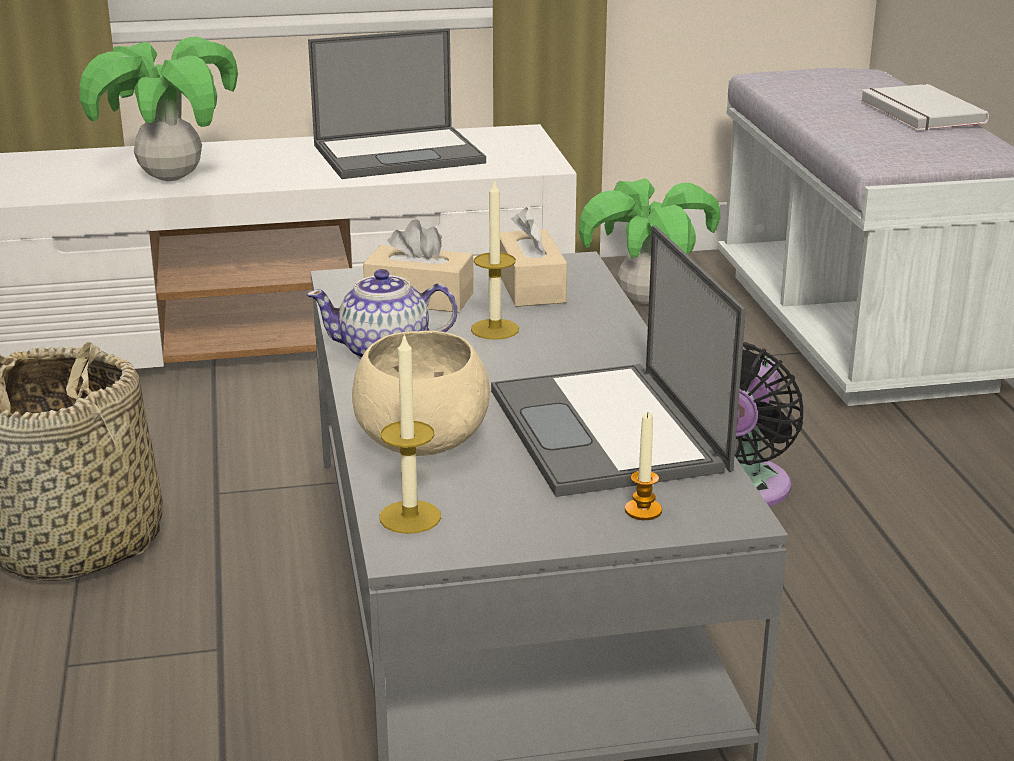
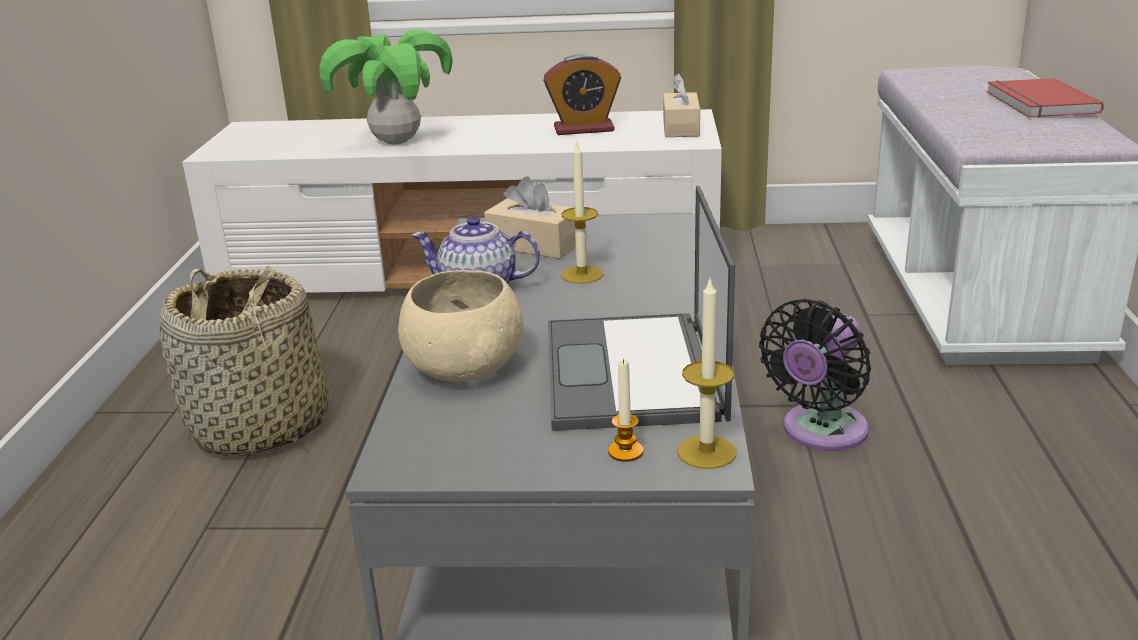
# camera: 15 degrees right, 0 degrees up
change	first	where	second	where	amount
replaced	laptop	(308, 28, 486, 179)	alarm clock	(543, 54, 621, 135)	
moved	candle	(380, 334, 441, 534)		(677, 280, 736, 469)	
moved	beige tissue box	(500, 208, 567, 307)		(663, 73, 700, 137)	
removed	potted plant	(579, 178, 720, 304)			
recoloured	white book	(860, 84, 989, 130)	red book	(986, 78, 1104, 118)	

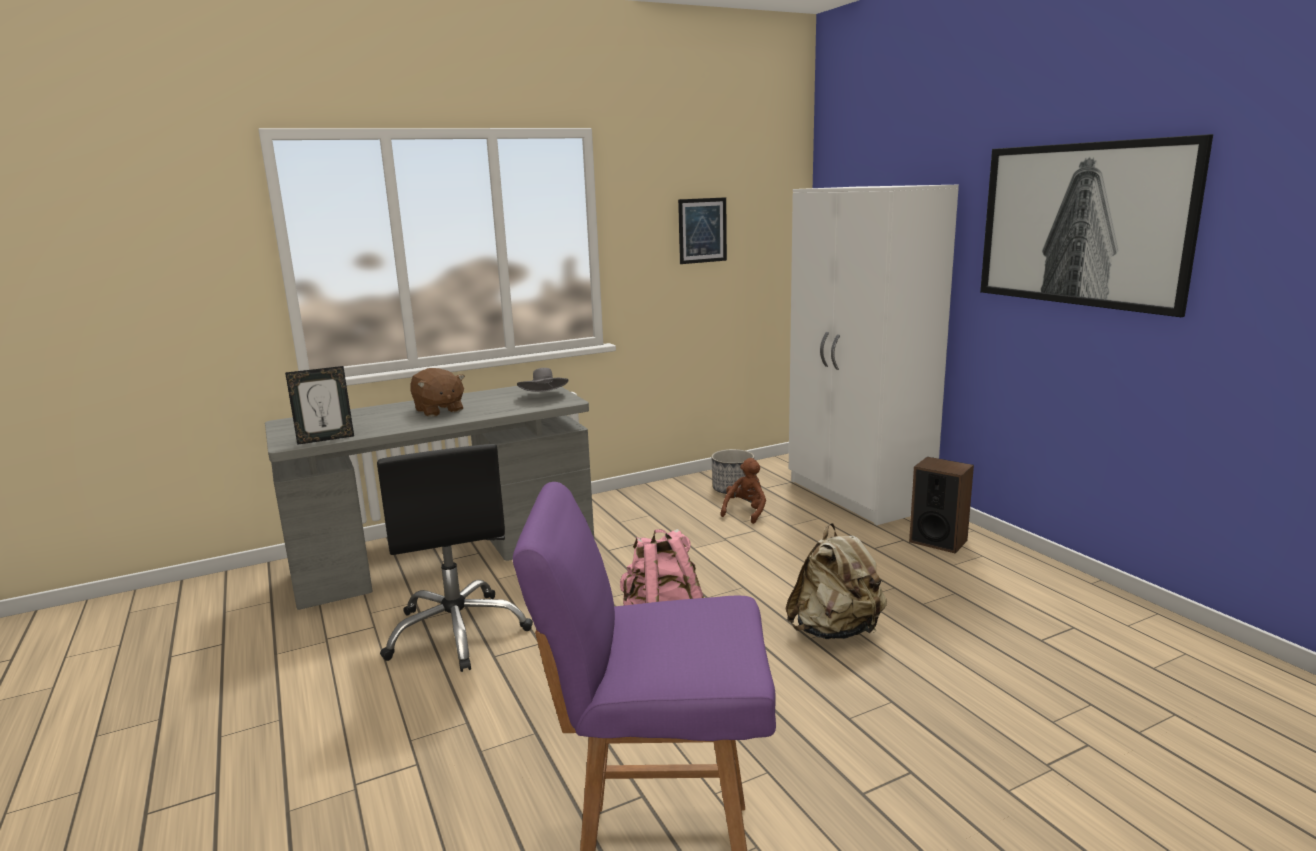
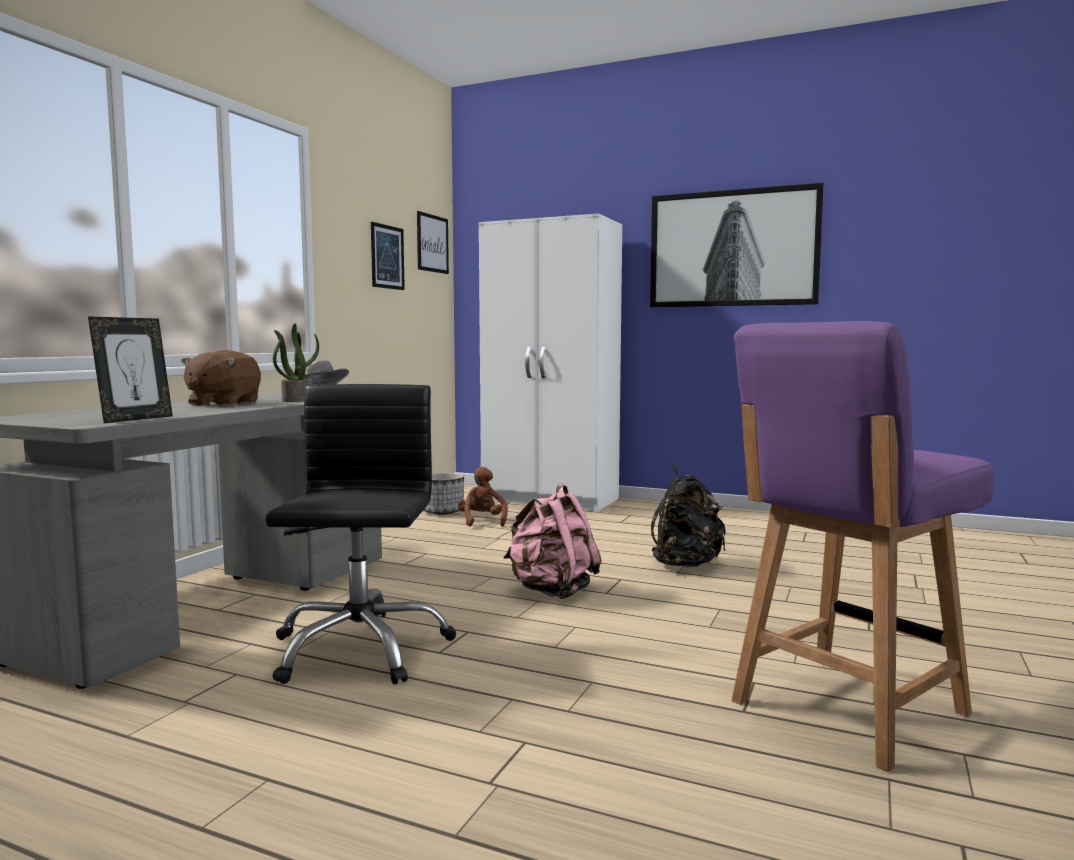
# camera: 40 degrees left, 10 degrees down
change	first	where	second	where	amount
turned	black office chair	(377, 444, 533, 672)		(265, 384, 456, 685)	120 degrees counterclockwise
turned	brown plush toy	(410, 368, 465, 417)		(181, 350, 261, 406)	90 degrees clockwise
recoloured	beige backpack	(786, 523, 887, 639)	black backpack	(651, 465, 726, 568)	
removed	speaker	(909, 457, 974, 554)			
added			potted plant	(273, 324, 319, 402)	
added			picture	(417, 211, 449, 274)	

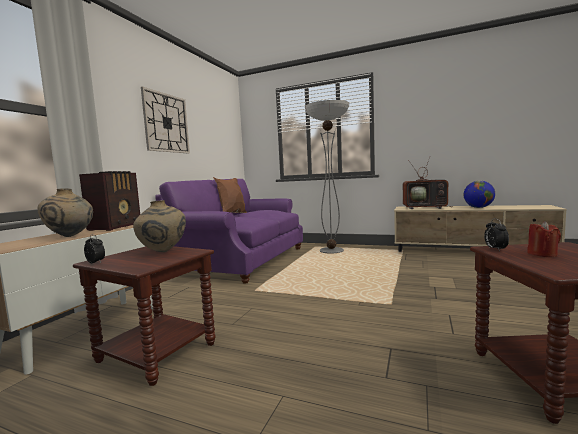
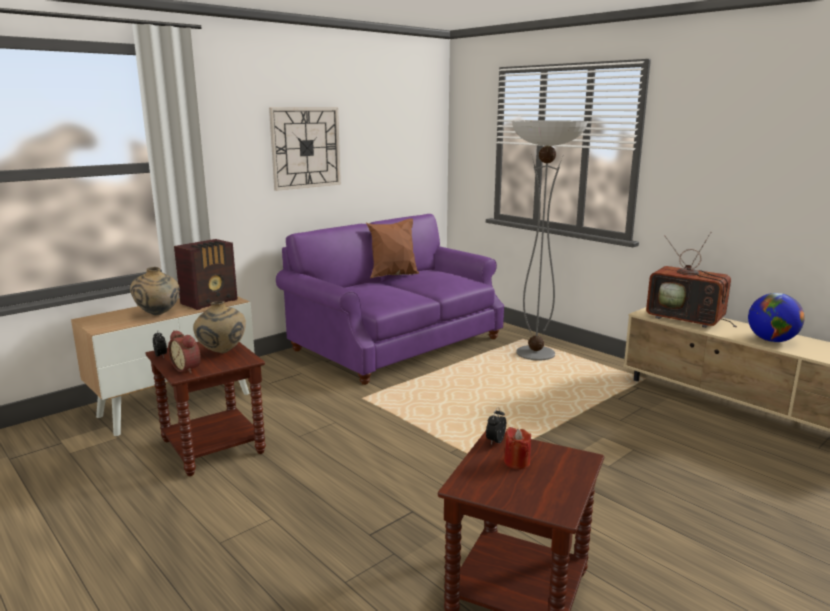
# camera: 25 degrees right, 10 degrees up
change	first	where	second	where	amount
added			alarm clock	(168, 330, 201, 373)	

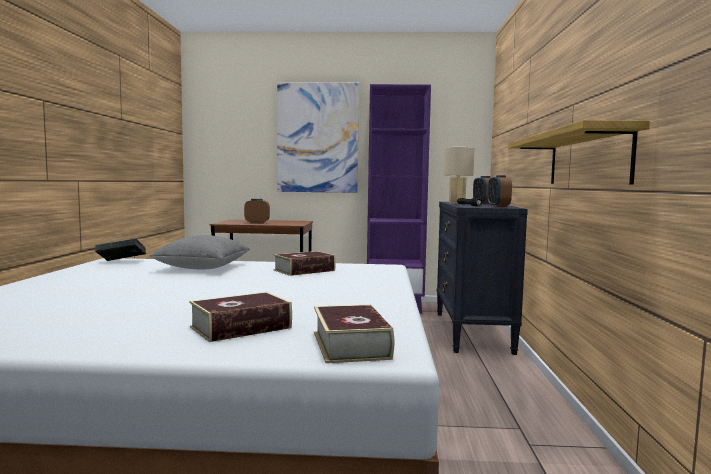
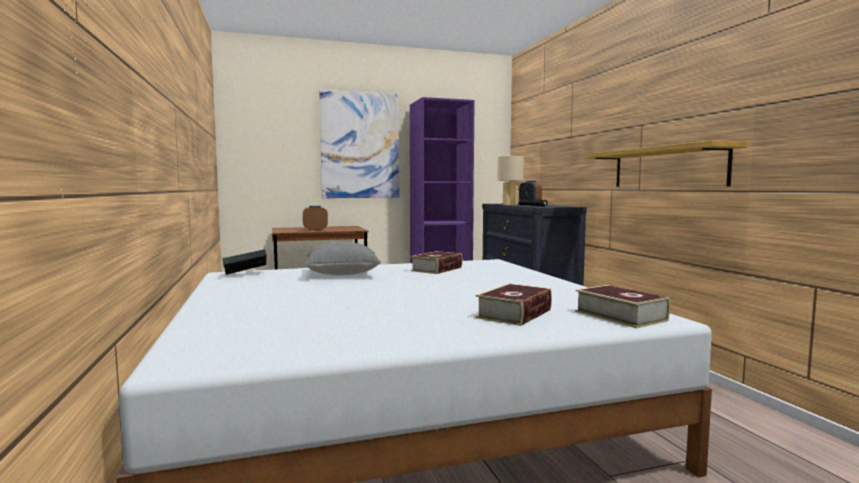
# camera: 20 degrees left, 0 degrees up
change	first	where	second	where	amount
removed	alarm clock	(488, 175, 512, 207)			

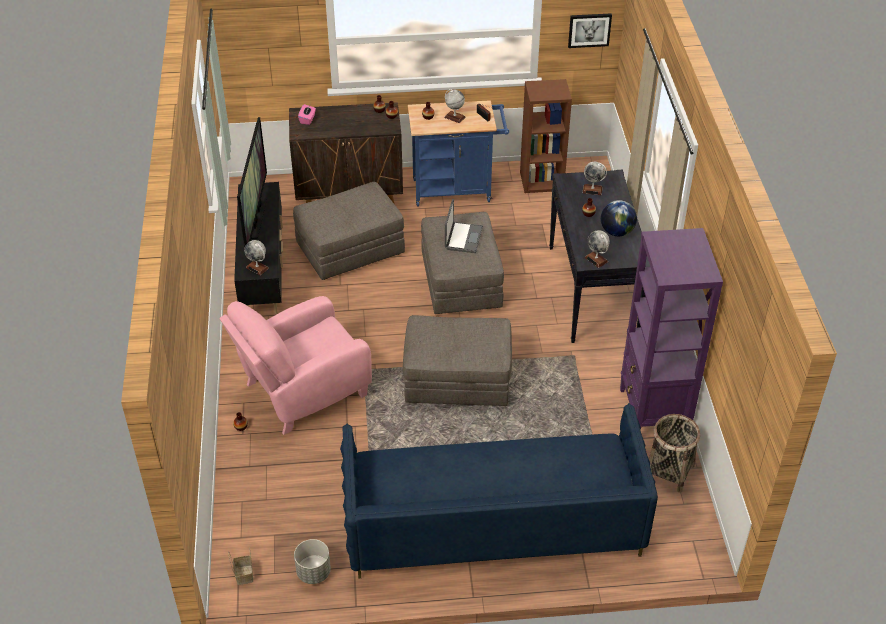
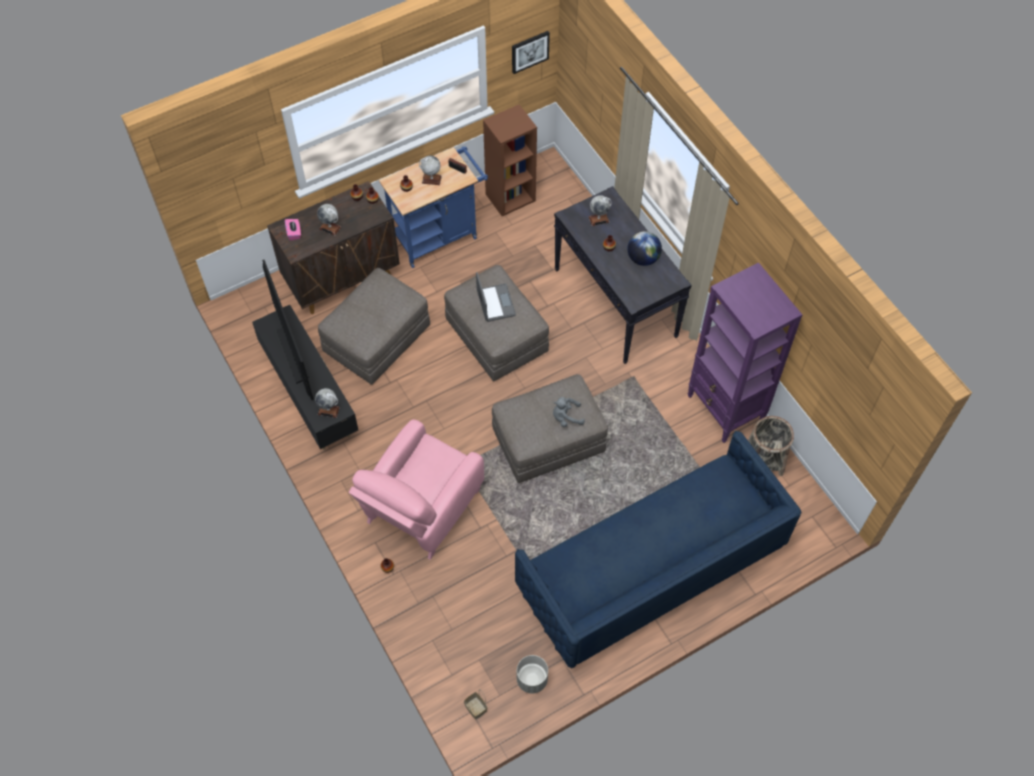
# camera: 25 degrees left, 15 degrees up
change	first	where	second	where	amount
moved	globe	(584, 230, 610, 268)		(317, 204, 341, 236)	
added			grey plush toy	(553, 397, 585, 427)	

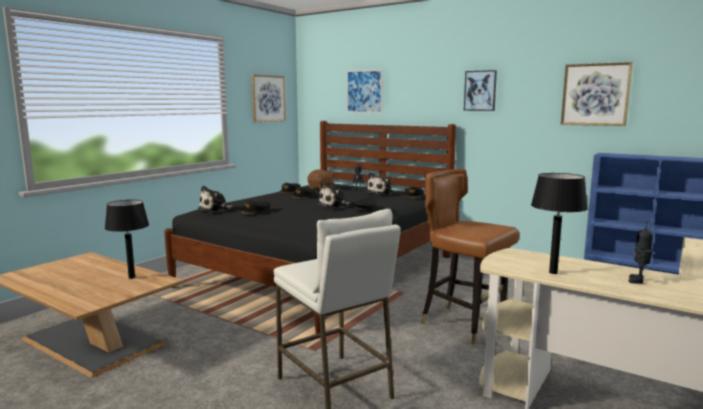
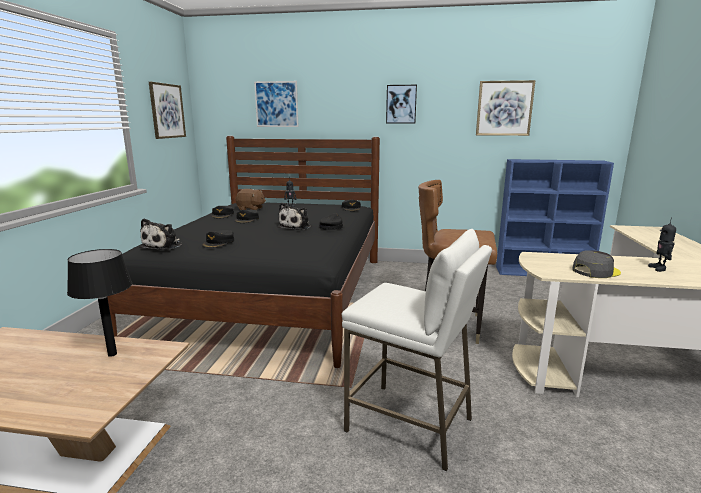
# camera: 25 degrees left, 5 degrees up
change	first	where	second	where	amount
removed	plush toy	(366, 173, 394, 195)			
replaced	black table lamp	(531, 173, 588, 274)	grey cap	(572, 250, 621, 278)	

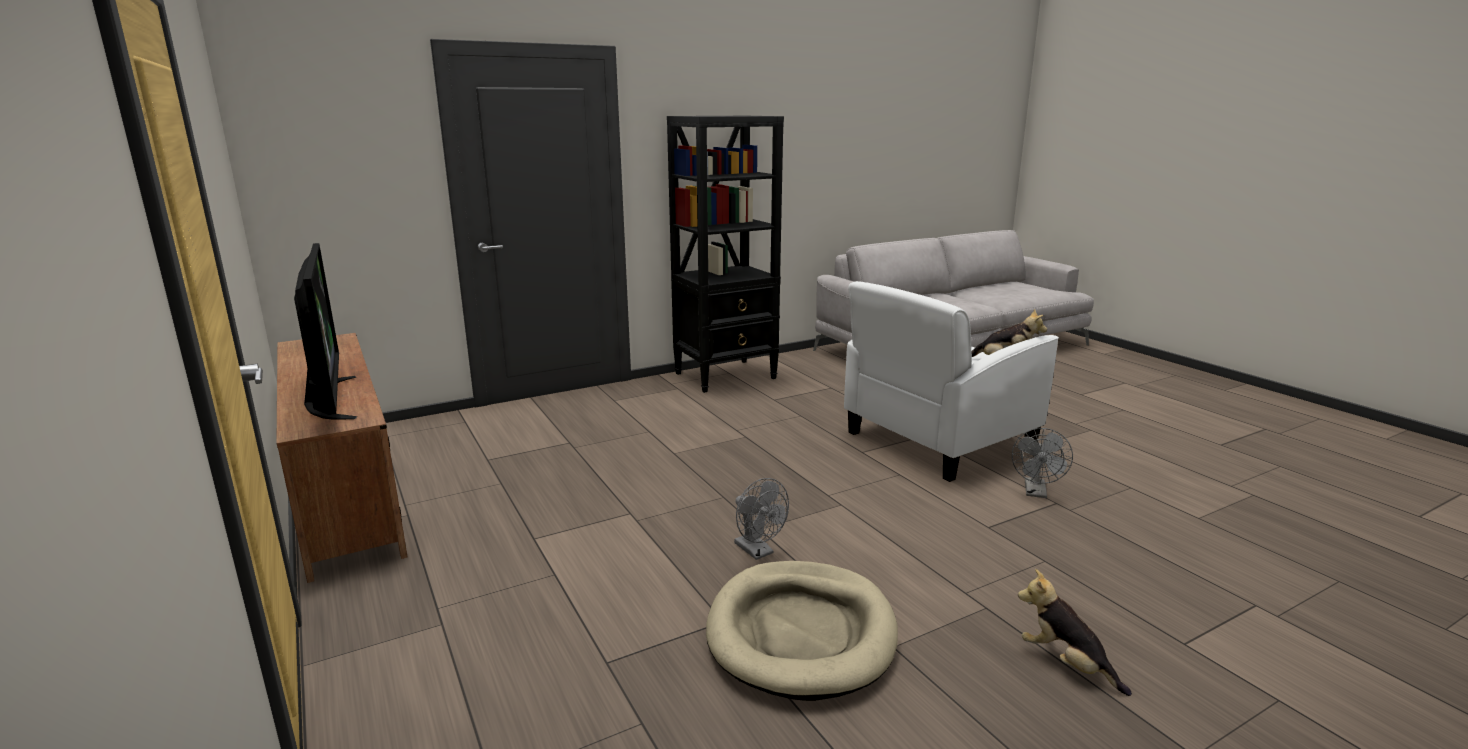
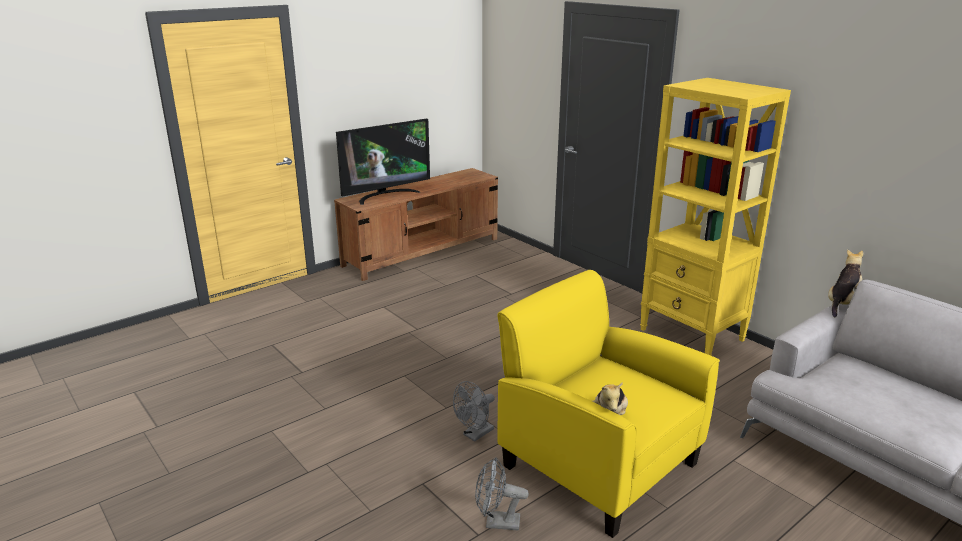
# camera: 80 degrees right, 5 degrees up
change	first	where	second	where	amount
recoloured	black bookcase	(667, 116, 784, 393)	yellow bookcase	(640, 78, 791, 356)	
removed	beige dog bed	(706, 561, 898, 701)			
moved	grey fan	(734, 478, 789, 560)		(453, 381, 495, 442)	
recoloured	white armchair	(844, 281, 1059, 482)	yellow armchair	(497, 270, 720, 538)	
moved	plush toy	(1018, 569, 1132, 696)		(828, 249, 863, 318)	

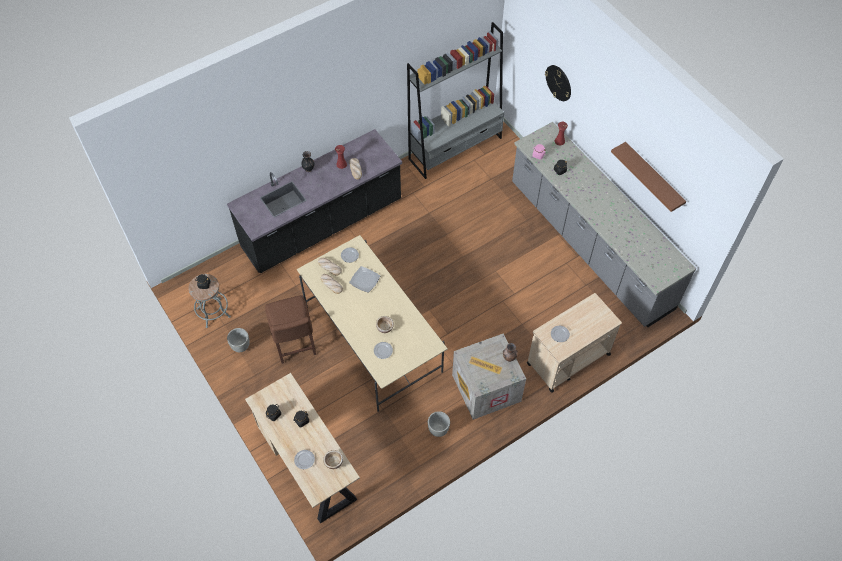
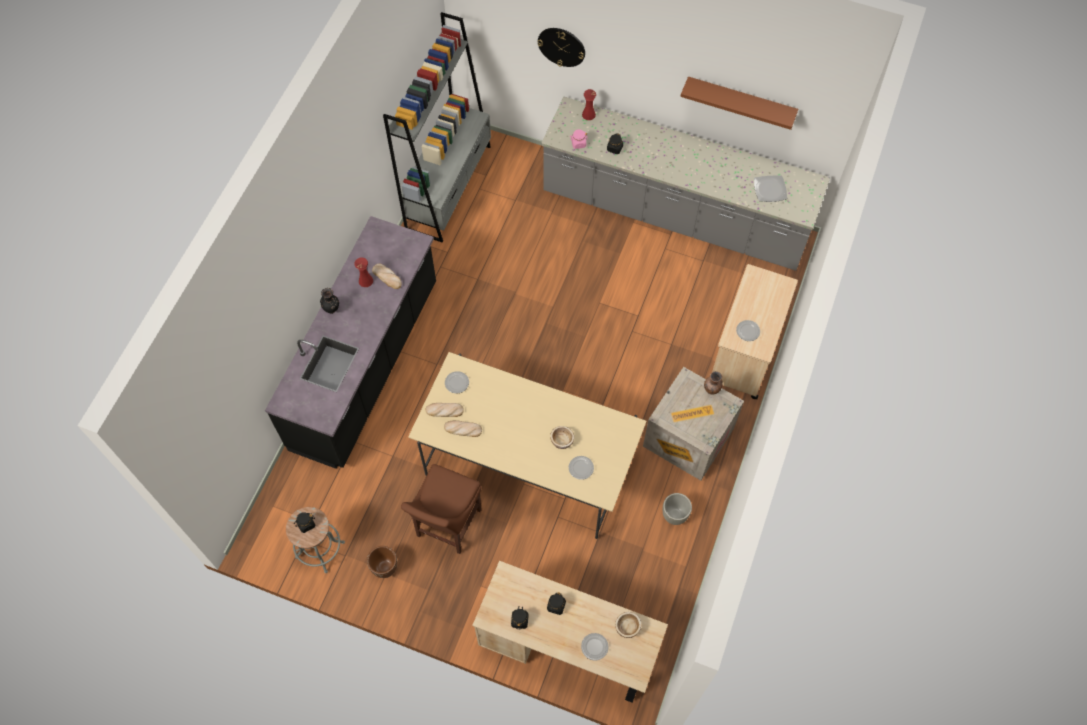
# camera: 35 degrees left, 5 degrees up
change	first	where	second	where	amount
recoloured	grey planter	(227, 328, 250, 352)	brown planter	(367, 546, 397, 578)	
turned	brown chair	(265, 295, 316, 364)		(401, 464, 482, 554)	75 degrees clockwise
moved	plate	(349, 266, 380, 292)		(754, 176, 787, 202)	

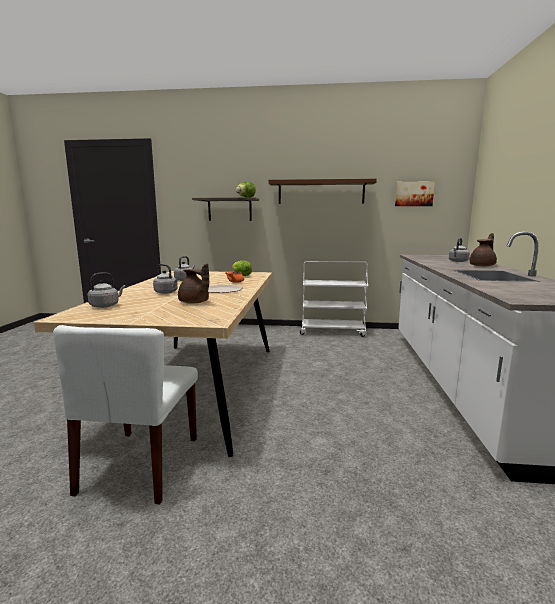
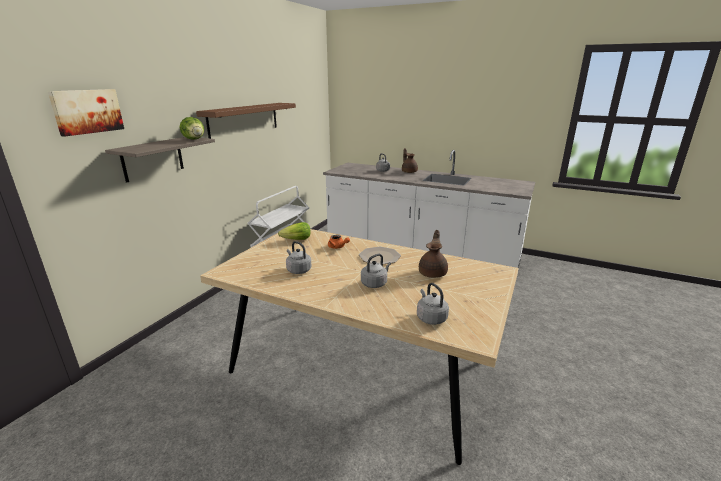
# camera: 70 degrees left, 10 degrees up
change	first	where	second	where	amount
removed	white chair	(53, 325, 198, 505)			
turned	brown teapot	(178, 263, 209, 304)		(419, 230, 448, 278)	45 degrees counterclockwise
moved	picture	(395, 181, 435, 206)		(48, 89, 124, 137)	

